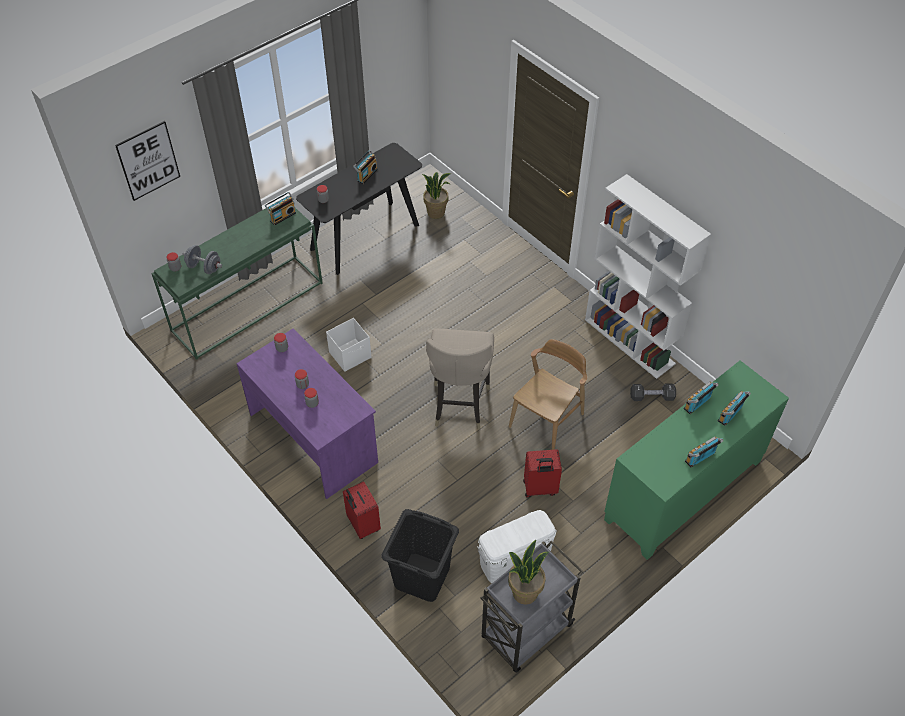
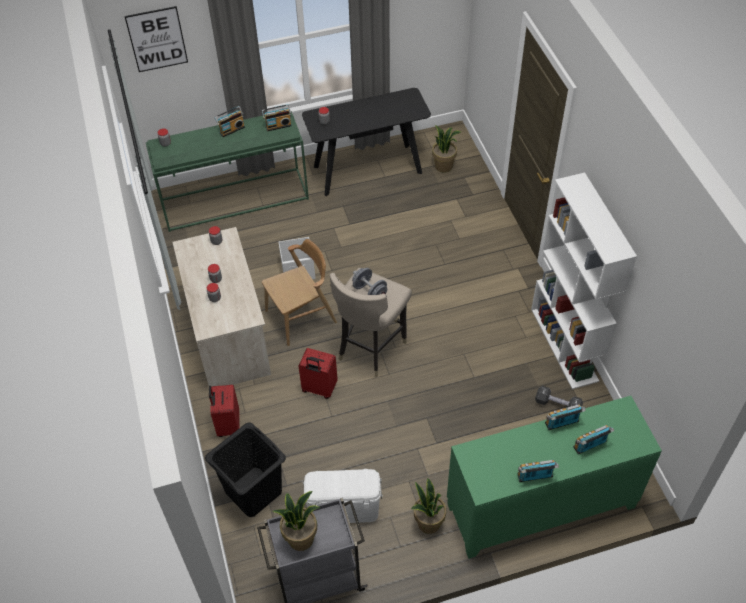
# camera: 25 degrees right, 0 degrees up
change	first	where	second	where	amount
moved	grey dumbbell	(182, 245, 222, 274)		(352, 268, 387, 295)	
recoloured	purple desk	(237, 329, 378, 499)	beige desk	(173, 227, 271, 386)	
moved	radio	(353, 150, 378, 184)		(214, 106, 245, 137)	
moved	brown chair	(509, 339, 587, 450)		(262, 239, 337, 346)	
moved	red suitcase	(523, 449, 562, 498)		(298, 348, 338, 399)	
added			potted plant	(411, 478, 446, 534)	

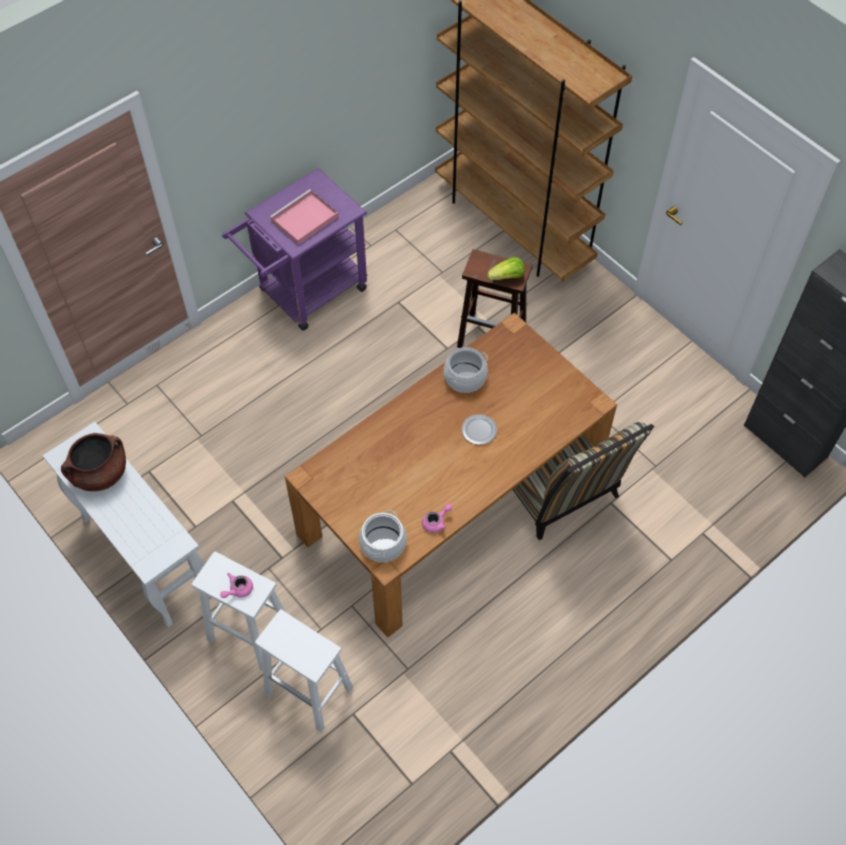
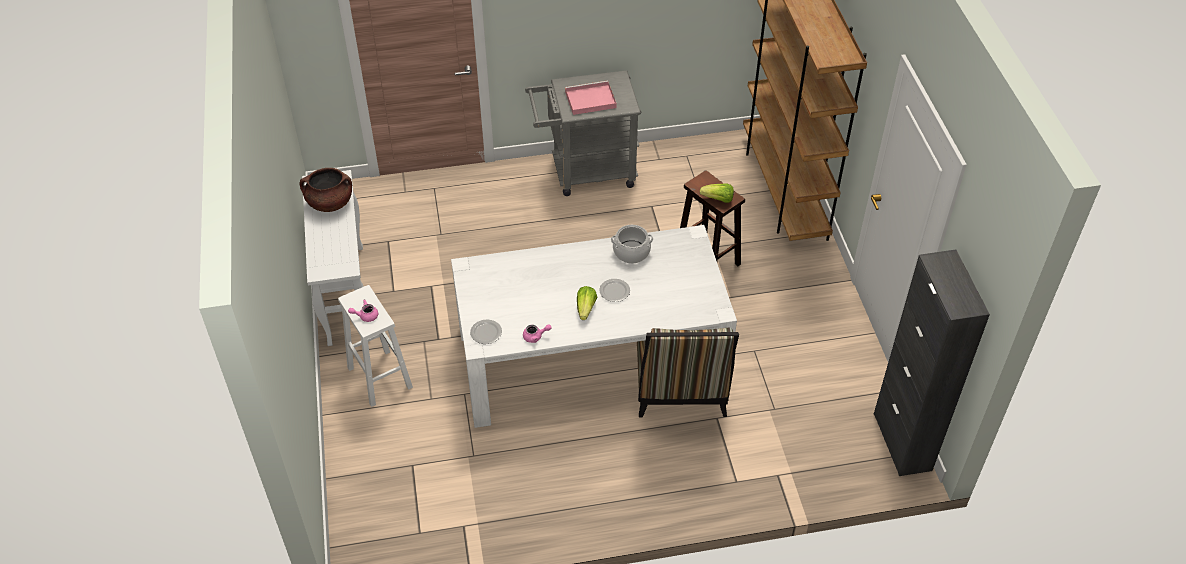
# camera: 30 degrees right, 10 degrees down
change	first	where	second	where	amount
recoloured	purple cart	(222, 168, 367, 331)	grey cart	(525, 70, 641, 196)	
removed	white stool	(255, 609, 353, 732)			
recoloured	brown dining table	(285, 313, 617, 637)	white dining table	(451, 225, 737, 428)	
replaced	cooking pot	(359, 510, 407, 562)	plate	(470, 320, 502, 344)	
added			lettuce	(577, 286, 598, 320)	

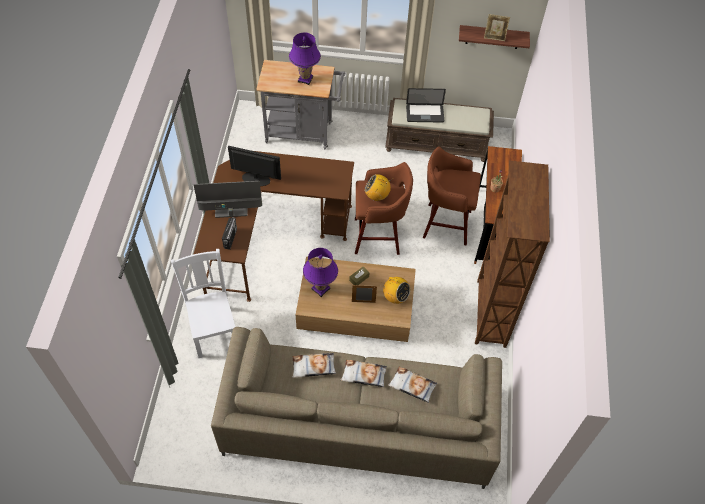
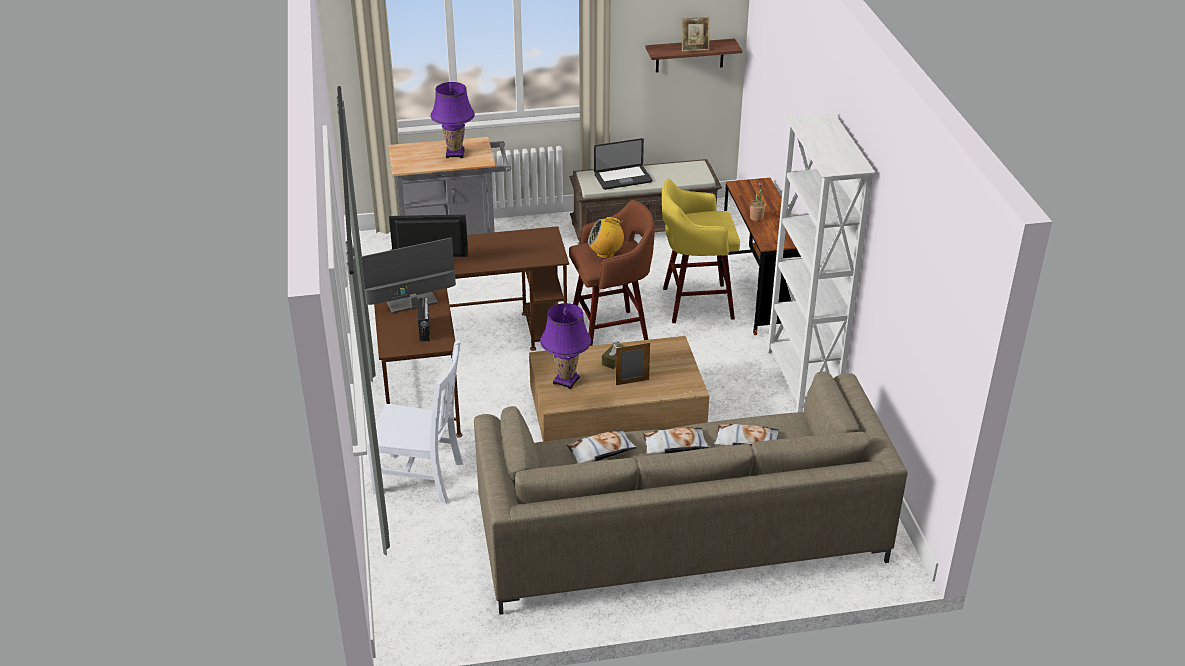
# camera: 15 degrees left, 20 degrees down
change	first	where	second	where	amount
turned	white chair	(171, 249, 235, 358)		(367, 340, 463, 503)	135 degrees clockwise
removed	radio	(381, 277, 410, 304)			
recoloured	brown stool	(423, 146, 481, 245)	yellow stool	(662, 179, 740, 323)	
recoloured	brown bookcase	(475, 160, 550, 348)	white bookcase	(767, 112, 875, 412)	

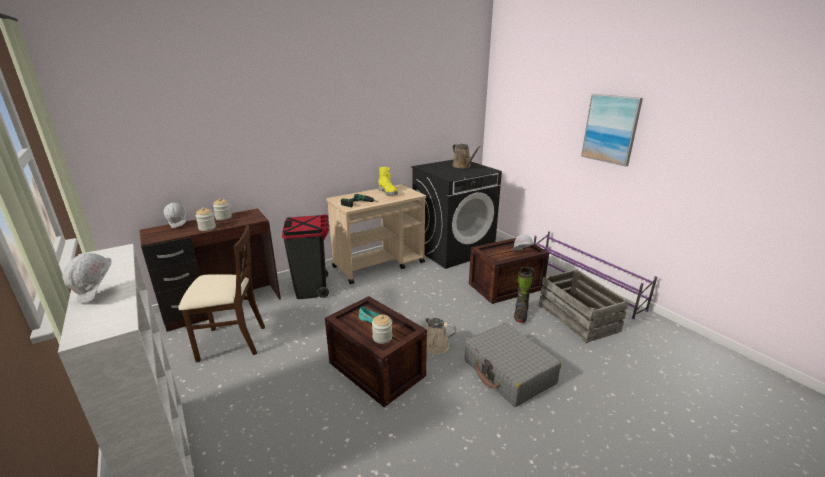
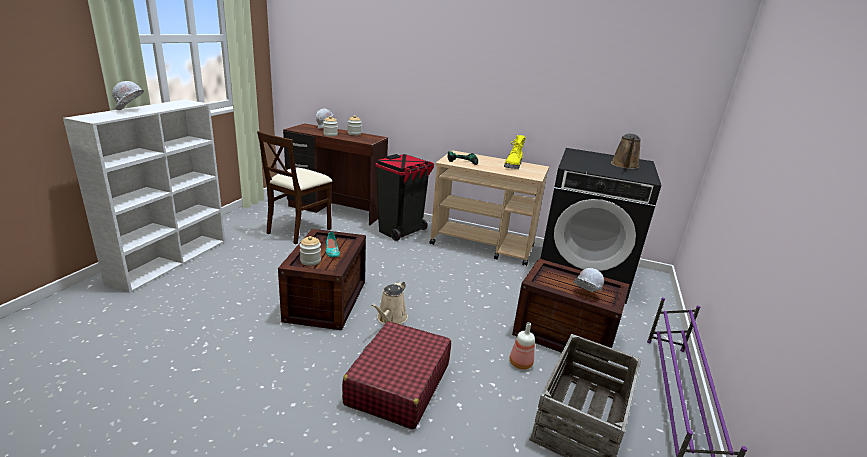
# camera: 50 degrees right, 0 degrees up
change	first	where	second	where	amount
turned	beige chair	(178, 225, 265, 362)		(257, 131, 332, 244)	75 degrees clockwise
turned	beige watering can	(399, 312, 456, 354)		(371, 281, 408, 324)	135 degrees counterclockwise
recoloured	grey suitcase	(465, 323, 561, 407)	red suitcase	(342, 321, 451, 430)	
replaced	black boot	(514, 267, 534, 323)	bottle	(510, 322, 535, 370)	
removed	picture	(581, 94, 643, 167)			

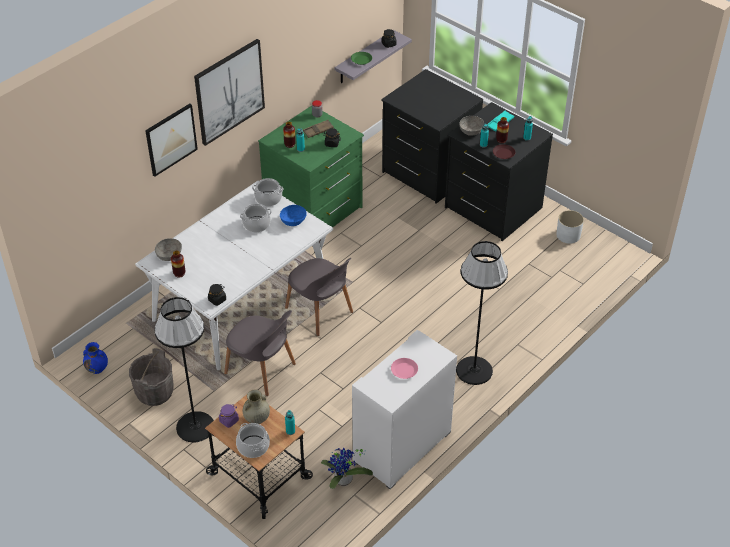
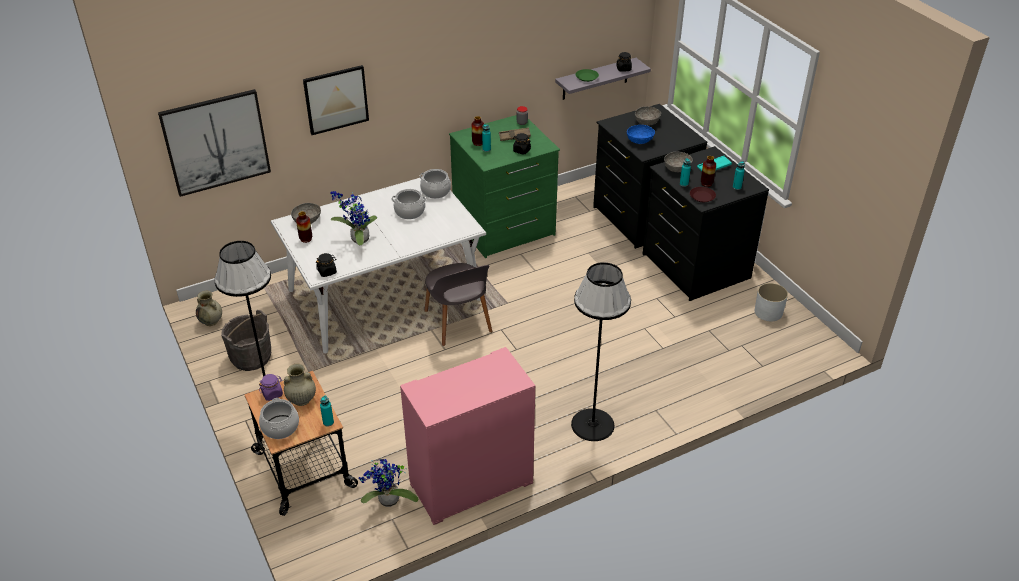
# camera: 20 degrees right, 5 degrees down
change	first	where	second	where	amount
recoloured	blue vase	(83, 342, 108, 374)	beige vase	(196, 291, 222, 326)	
moved	picture	(194, 39, 265, 146)		(158, 89, 271, 197)	
removed	grey chair	(224, 310, 296, 396)			
moved	blue bowl	(280, 205, 307, 226)		(627, 125, 655, 144)	
recoloured	white cabinet	(352, 330, 457, 489)	pink cabinet	(400, 347, 535, 525)	
removed	pink plate	(391, 358, 418, 379)			
added			potted plant	(330, 191, 377, 245)	
added			grey bowl	(635, 106, 661, 126)	

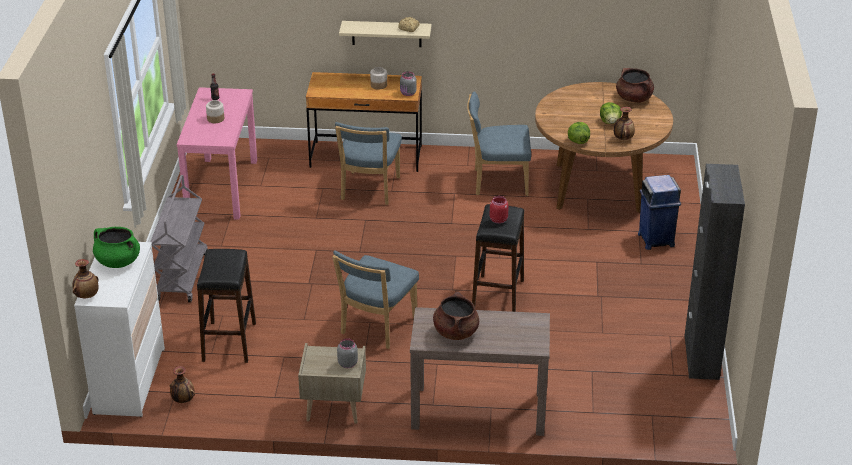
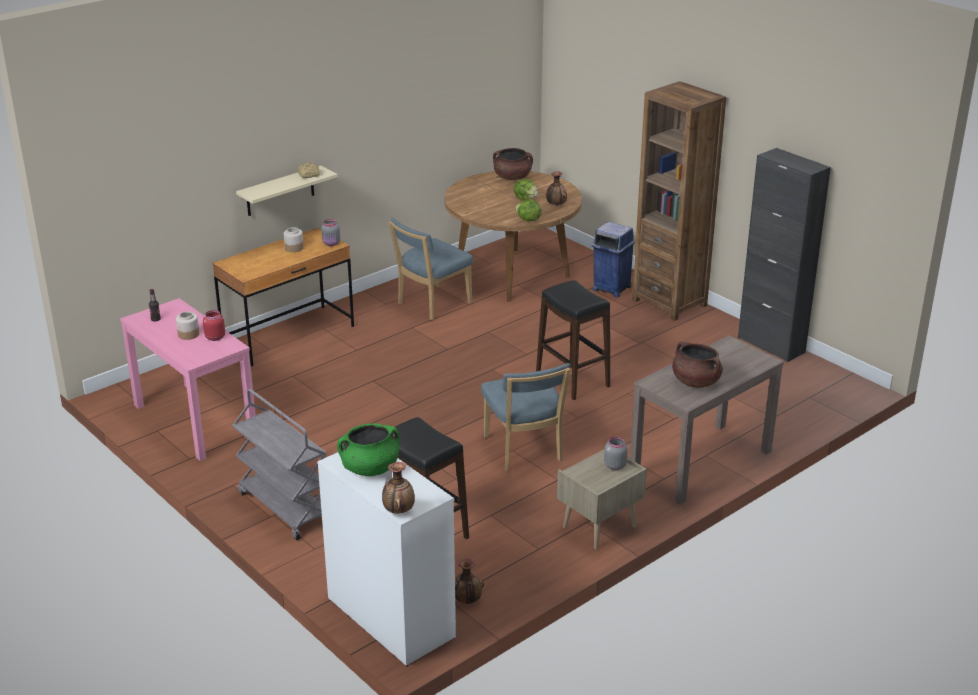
# camera: 45 degrees left, 5 degrees down
change	first	where	second	where	amount
removed	blue chair	(335, 122, 402, 205)			
moved	red jar	(490, 196, 509, 224)		(203, 310, 225, 341)	
added			brown bookcase	(632, 81, 726, 321)	

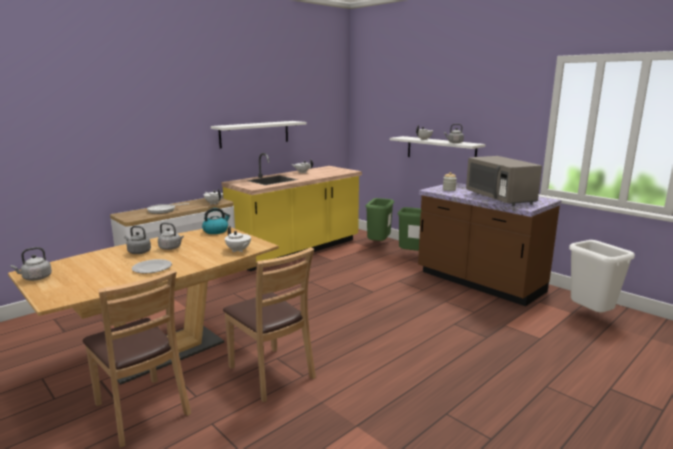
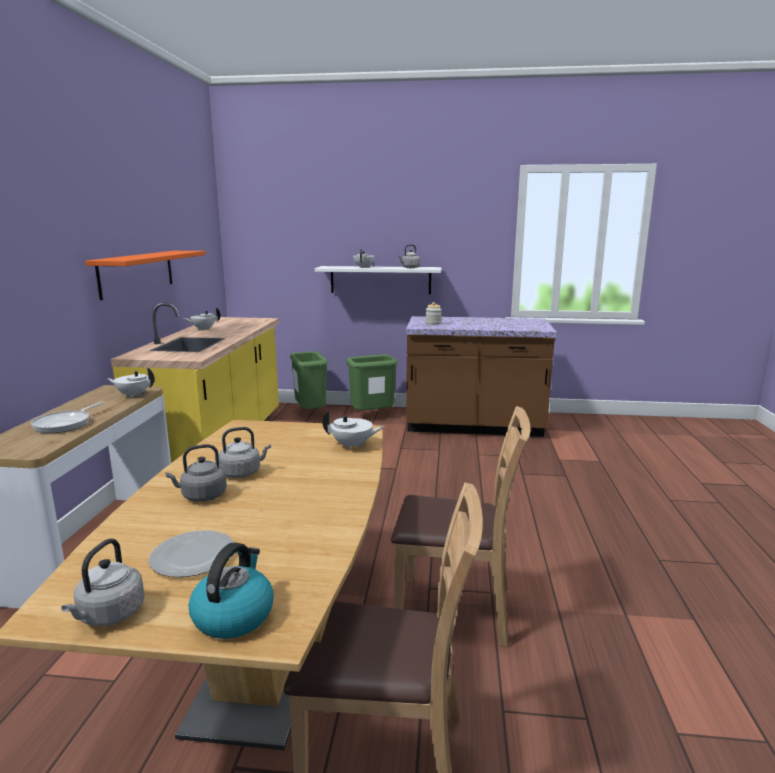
# camera: 40 degrees left, 0 degrees up
change	first	where	second	where	amount
moved	plate	(132, 259, 172, 273)		(148, 530, 234, 577)	
moved	kettle	(202, 208, 231, 234)		(189, 542, 274, 639)	
recoloured	white shelf	(211, 121, 306, 148)	orange shelf	(85, 251, 206, 300)	
removed	grey microwave	(466, 156, 542, 206)			
removed	white trash can	(569, 240, 635, 313)			

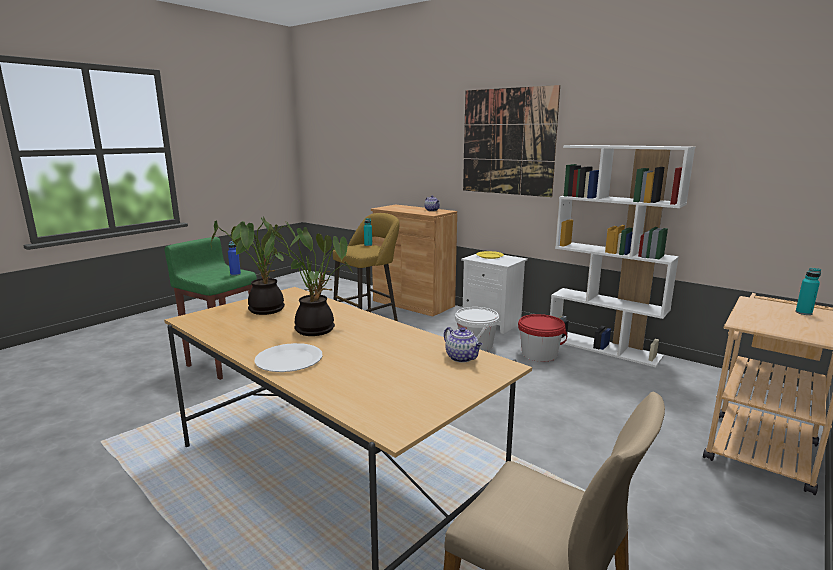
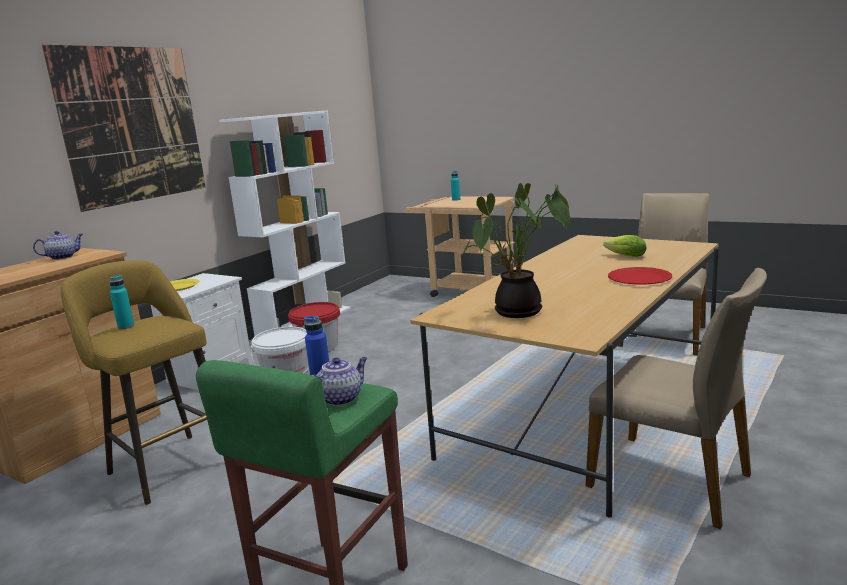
# camera: 95 degrees left, 0 degrees up
change	first	where	second	where	amount
recoloured	white plate	(254, 343, 323, 372)	red plate	(608, 267, 672, 285)	
removed	potted plant	(261, 224, 353, 336)			
moved	teapot	(444, 327, 482, 363)		(313, 357, 367, 406)	
added			beige chair	(586, 268, 767, 529)	
added			lettuce	(603, 235, 647, 257)	

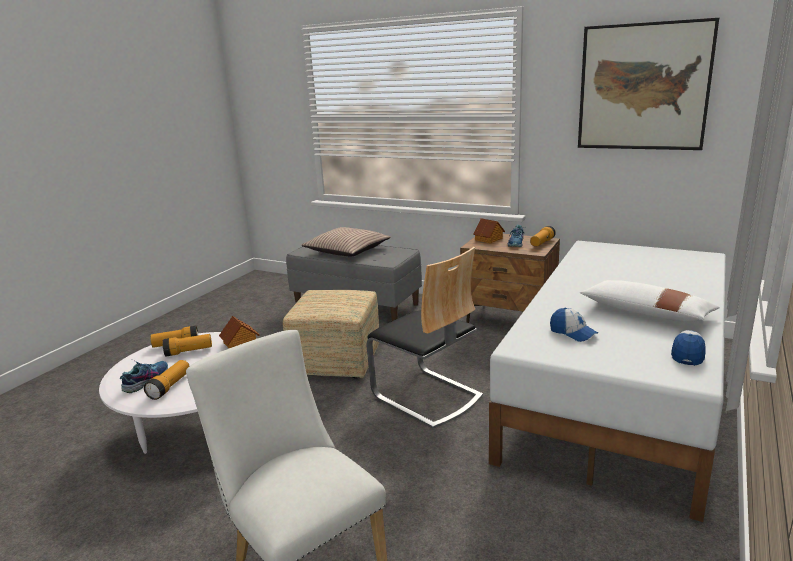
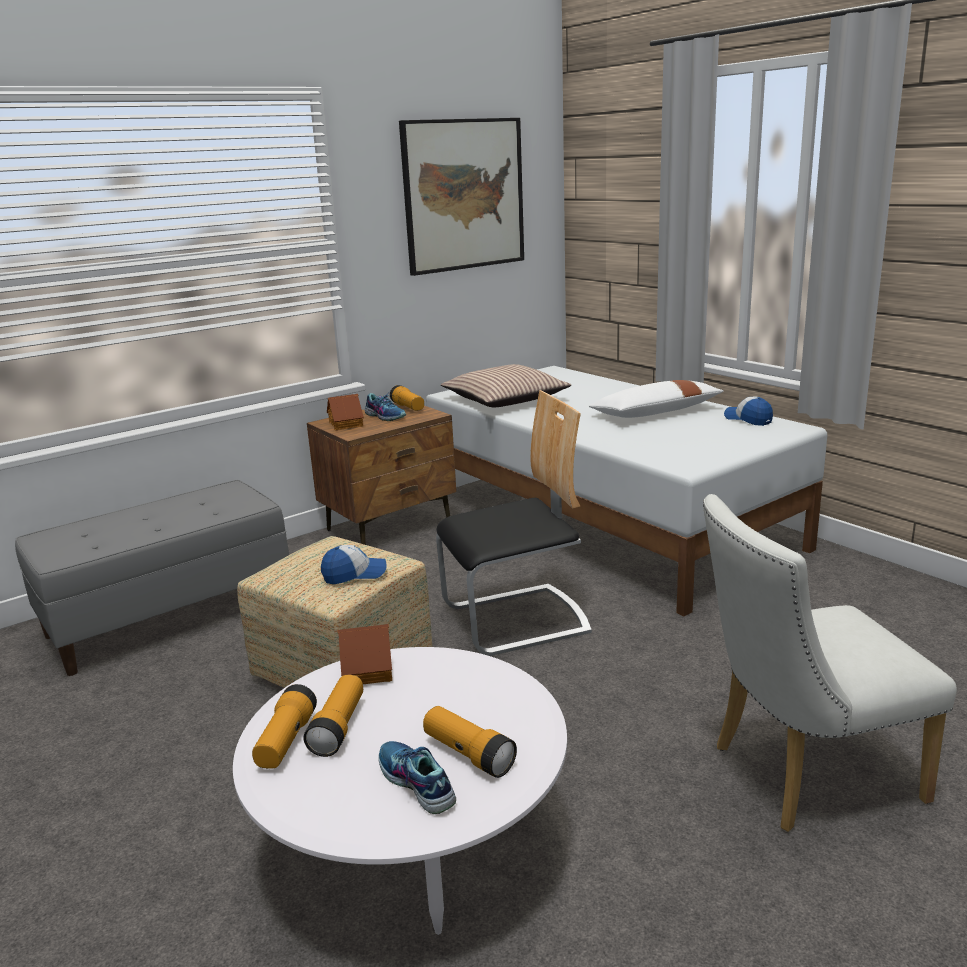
# camera: 65 degrees left, 0 degrees up
change	first	where	second	where	amount
moved	pillow	(301, 227, 391, 257)		(441, 364, 571, 407)	
moved	cap	(550, 308, 598, 342)		(321, 545, 387, 584)	

